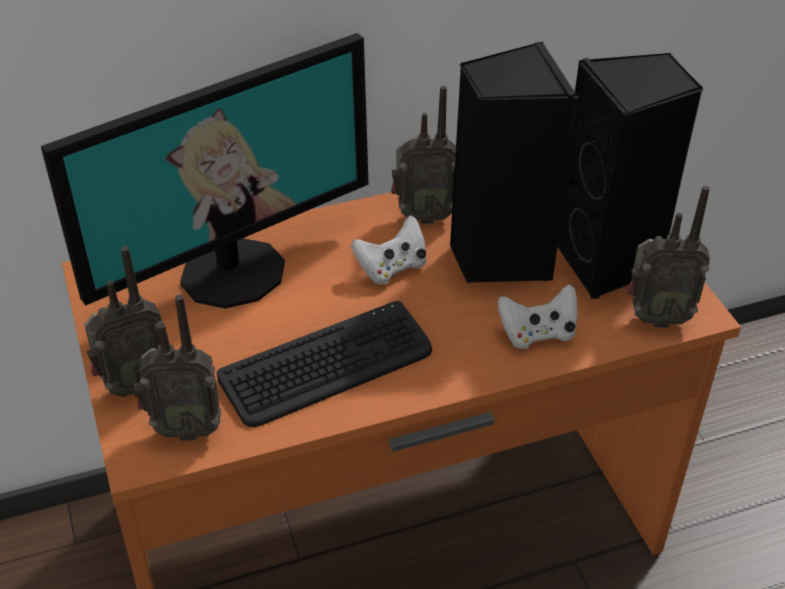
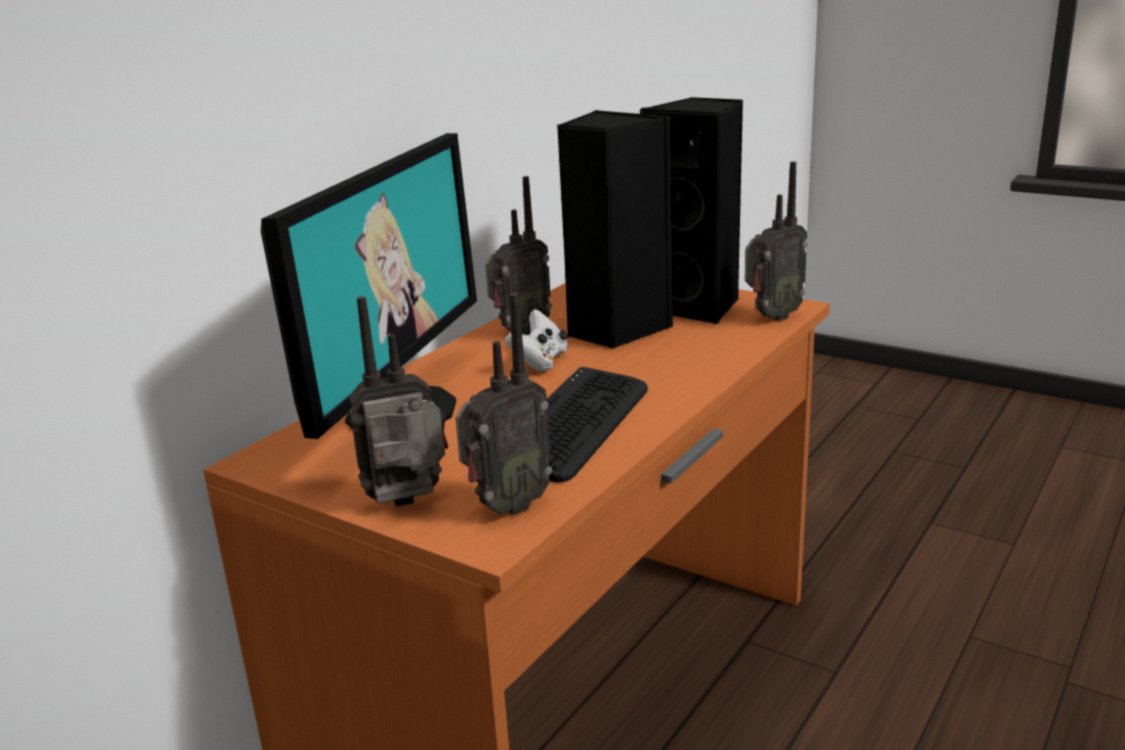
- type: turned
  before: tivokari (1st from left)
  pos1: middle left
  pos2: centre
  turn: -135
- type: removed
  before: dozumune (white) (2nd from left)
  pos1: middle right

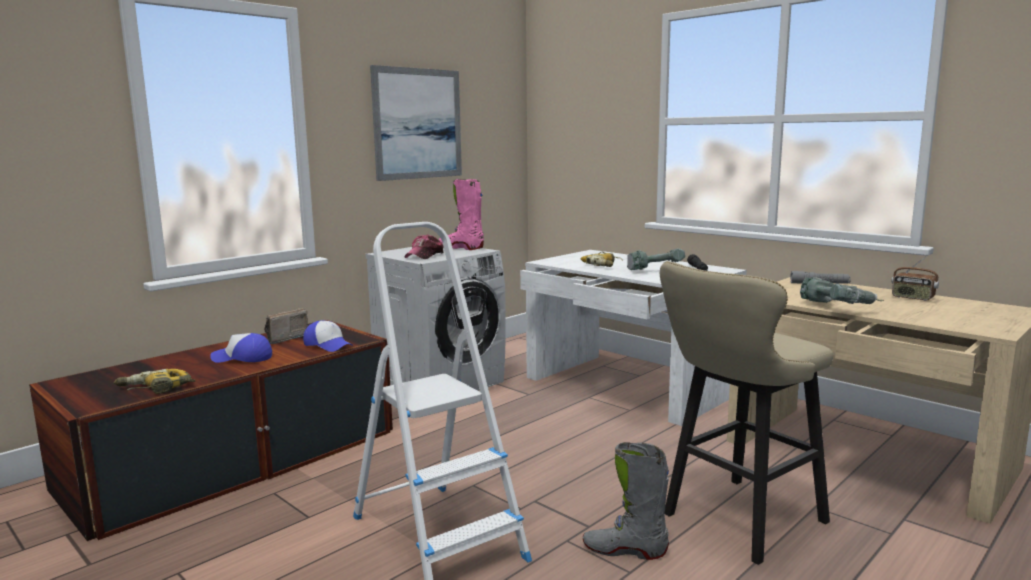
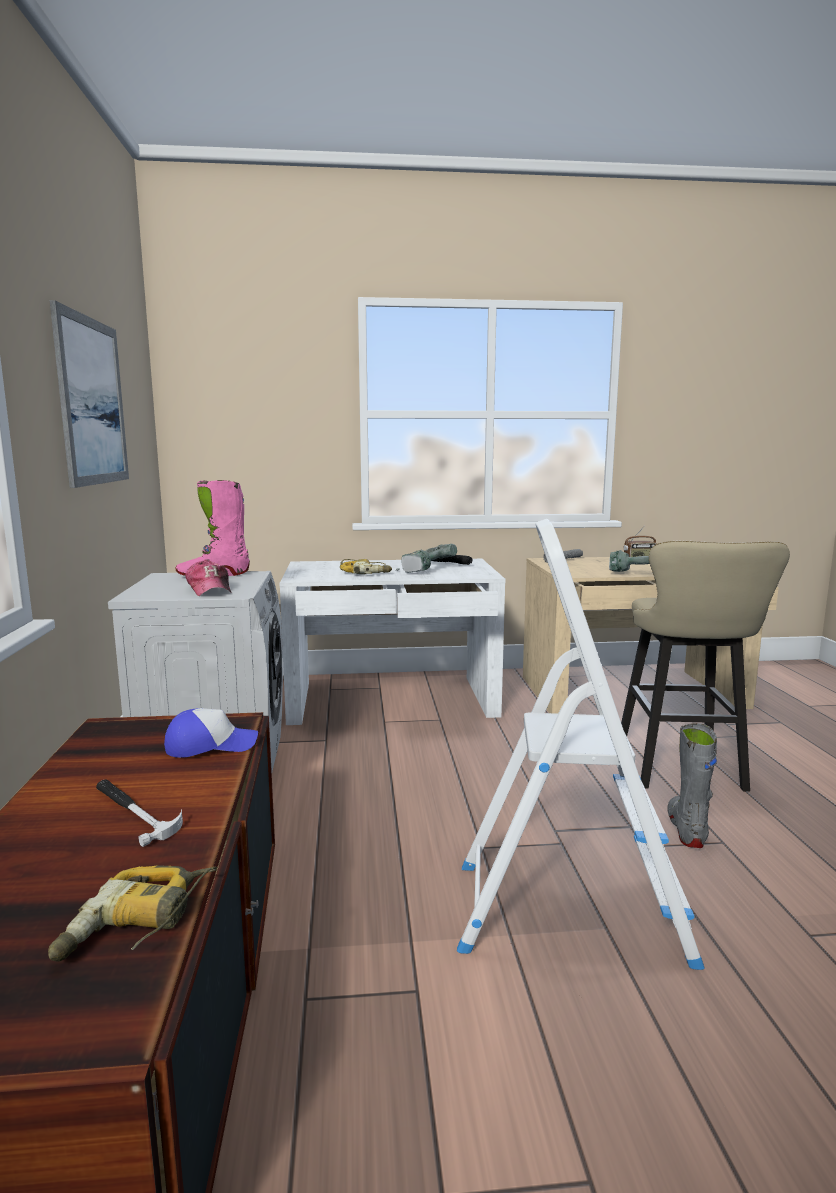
- type: removed
  before: tivokari (1st from left)
  pos1: middle left
- type: replaced
  before: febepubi (1st from left)
  after: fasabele
  pos1: middle left
  pos2: bottom left
- type: turned
  before: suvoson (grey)
  pos1: bottom centre
  pos2: middle right
  turn: 135

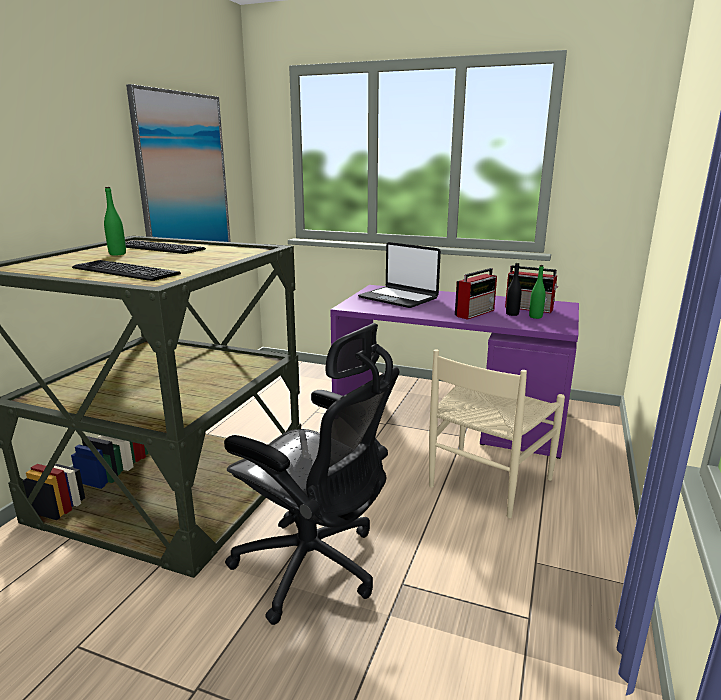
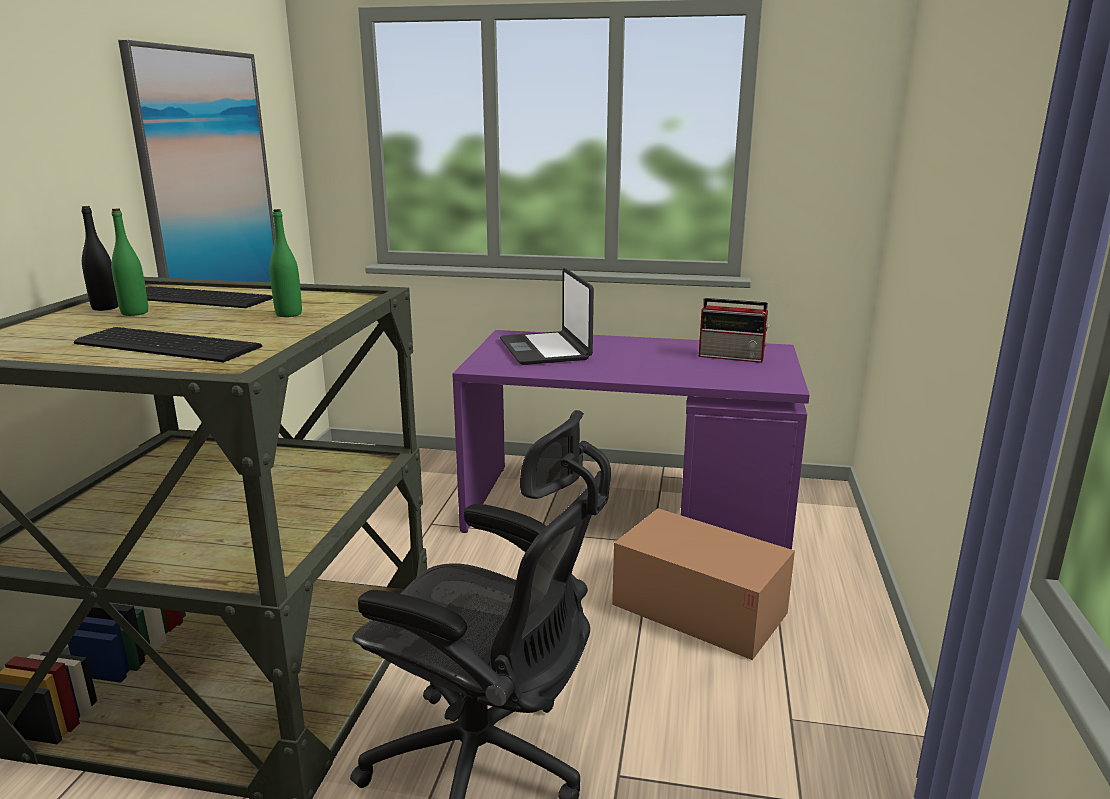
- type: turned
  before: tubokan
  pos1: centre
  pos2: centre
  turn: 45
- type: moved
  before: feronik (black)
  pos1: middle right
  pos2: top left
- type: moved
  before: feronik (green) (2nd from left)
  pos1: middle right
  pos2: top left
- type: removed
  before: tivokari (1st from left)
  pos1: centre
- type: replaced
  before: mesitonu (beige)
  after: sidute
  pos1: middle right
  pos2: bottom centre

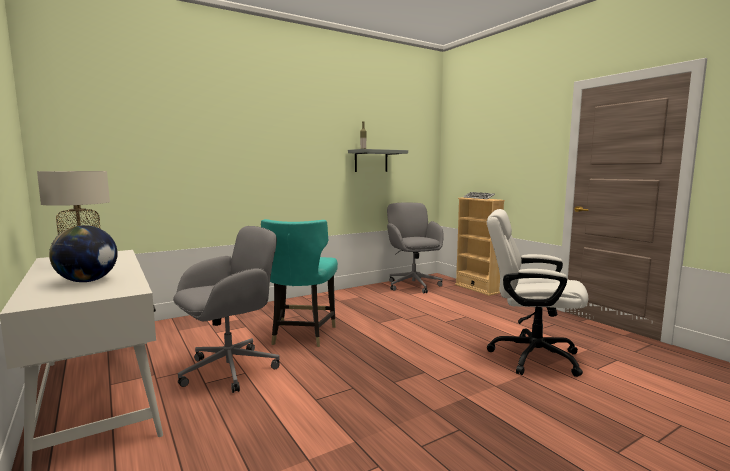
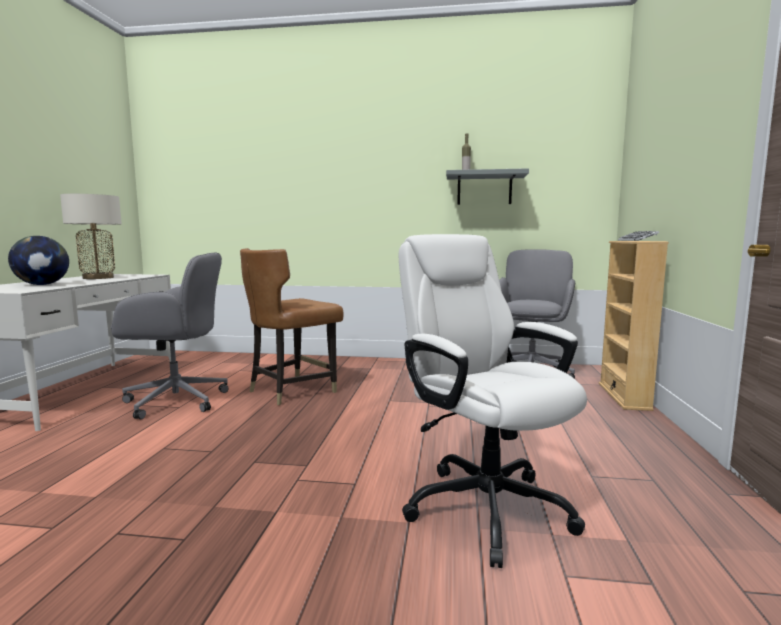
- type: recoloured
  before: mesitonu (turquoise)
  after: mesitonu (brown)
  pos1: centre
  pos2: centre

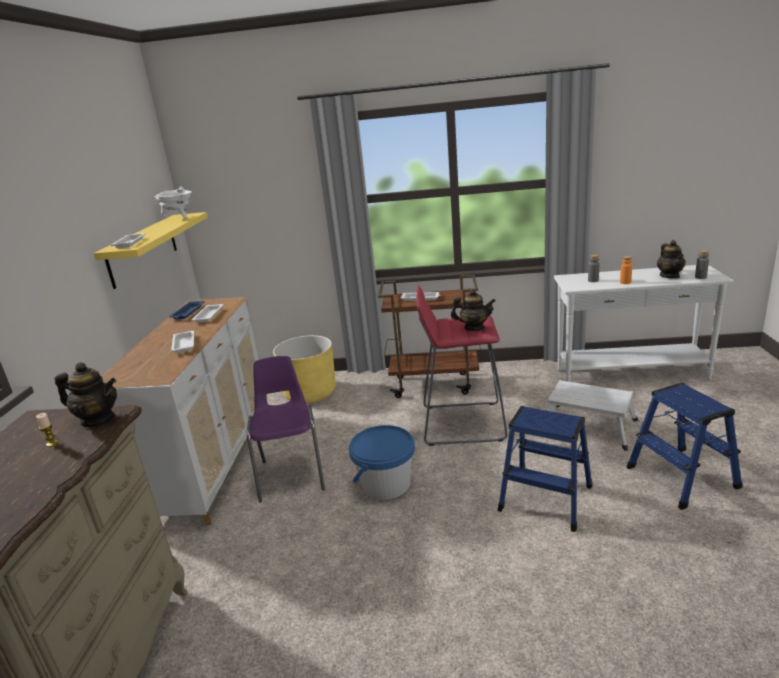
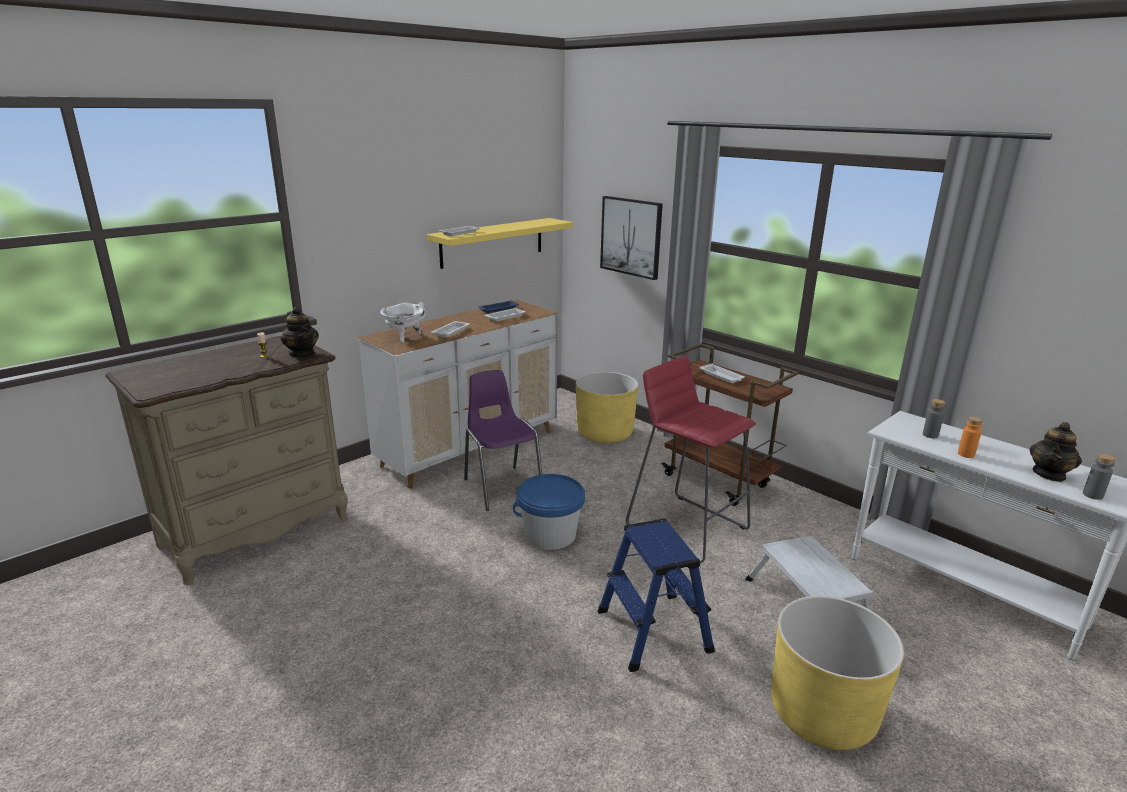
- type: moved
  before: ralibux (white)
  pos1: top left
  pos2: centre
- type: removed
  before: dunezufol (2nd from left)
  pos1: centre
- type: turned
  before: mesitonu (purple)
  pos1: centre
  pos2: centre
  turn: -60
- type: replaced
  before: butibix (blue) (2nd from left)
  after: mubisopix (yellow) (2nd from left)
  pos1: middle right
  pos2: bottom right
- type: added
  after: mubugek
  pos2: top centre

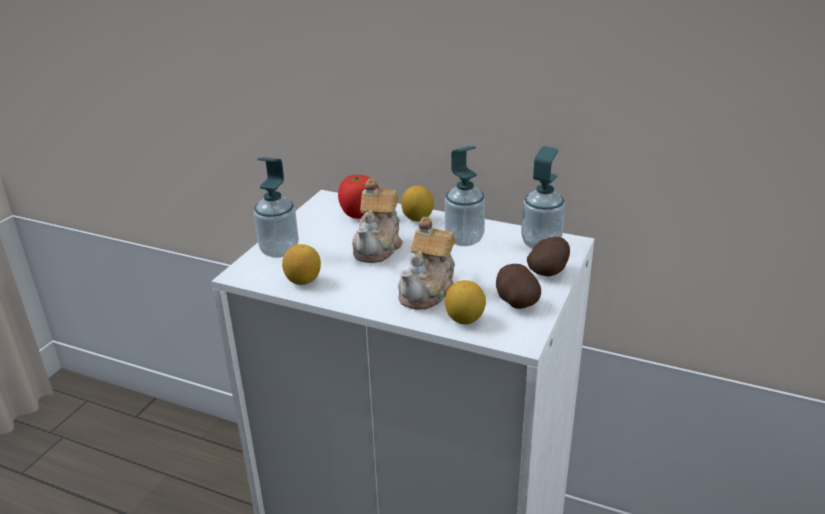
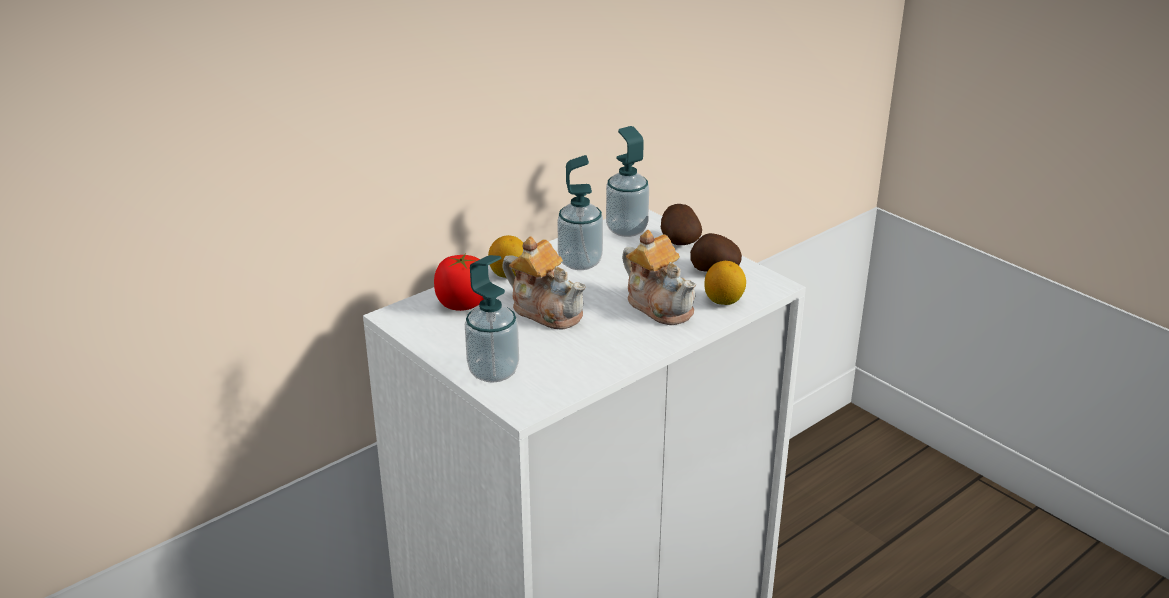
- type: removed
  before: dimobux (1st from left)
  pos1: centre

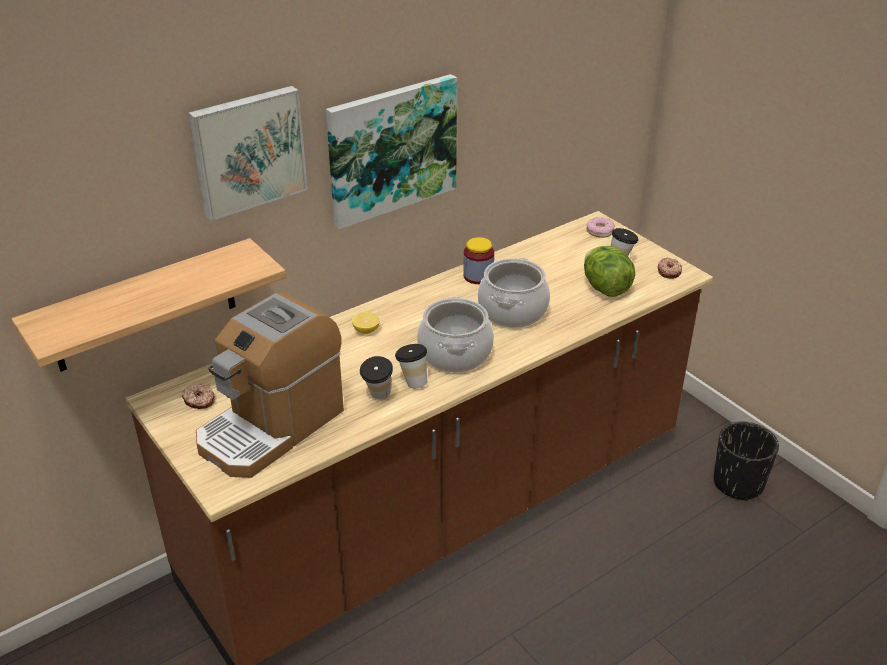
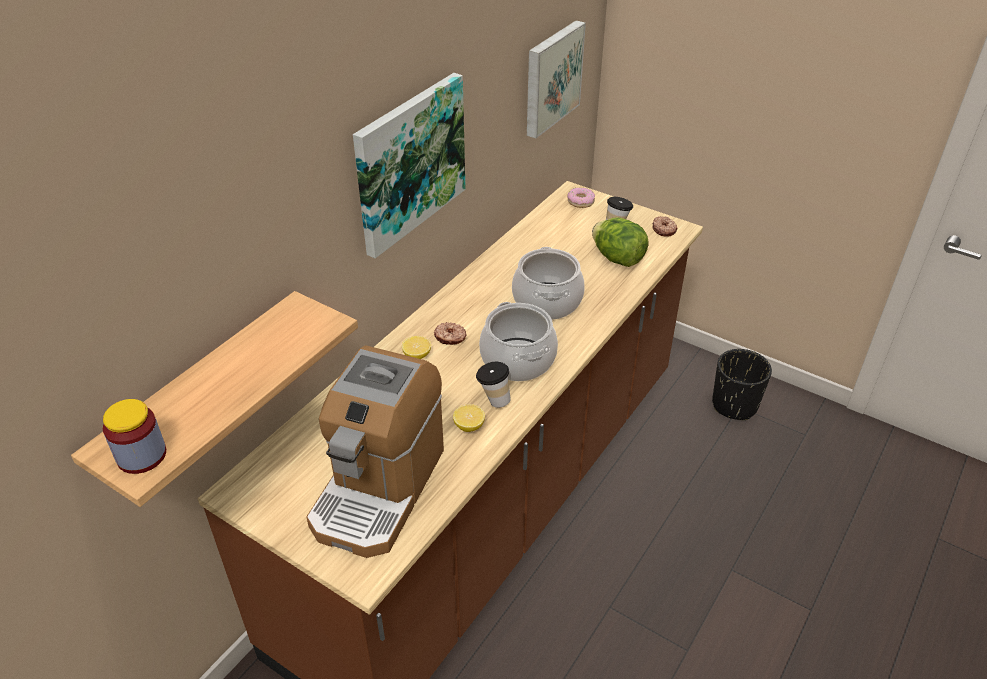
- type: moved
  before: mubugek (1st from left in the first image)
  after: mubugek (2nd from left)
  pos1: top left
  pos2: top centre
- type: moved
  before: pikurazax
  pos1: centre
  pos2: middle left
- type: replaced
  before: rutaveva (1st from left)
  after: dimobux (2nd from left)
  pos1: centre
  pos2: centre
- type: moved
  before: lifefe (1st from left)
  pos1: middle left
  pos2: centre

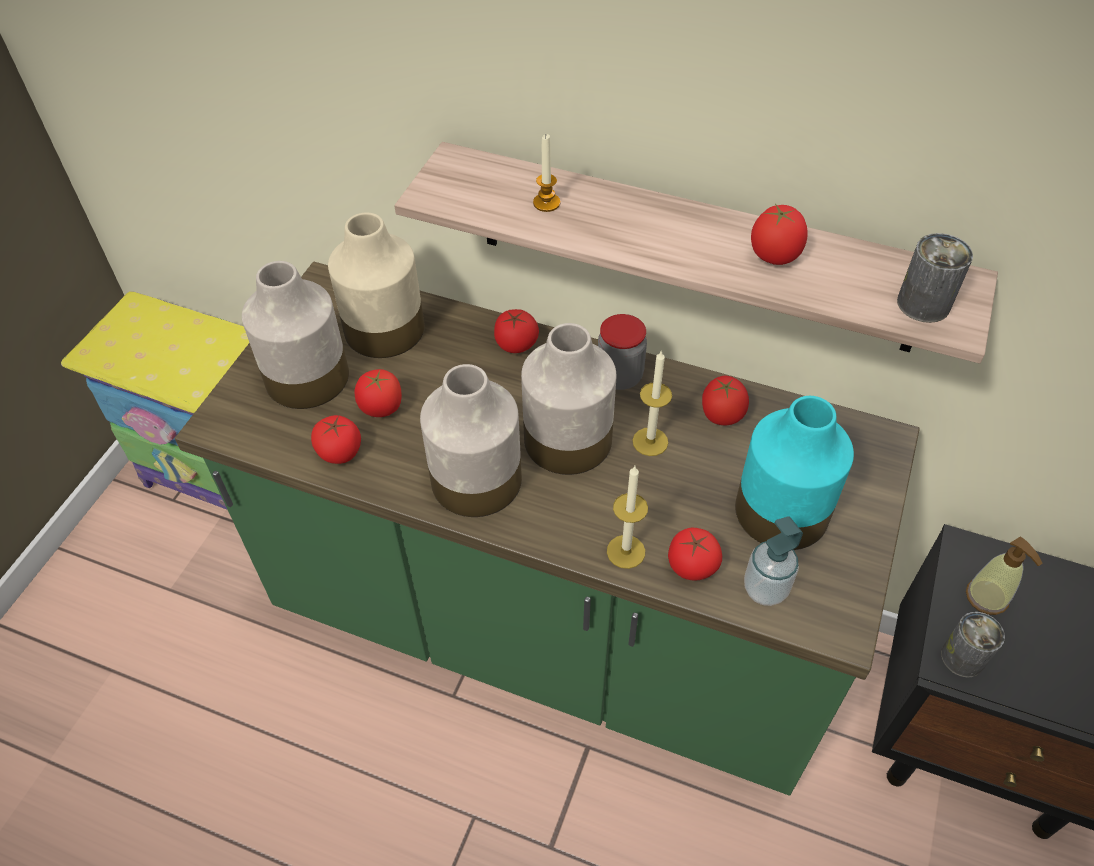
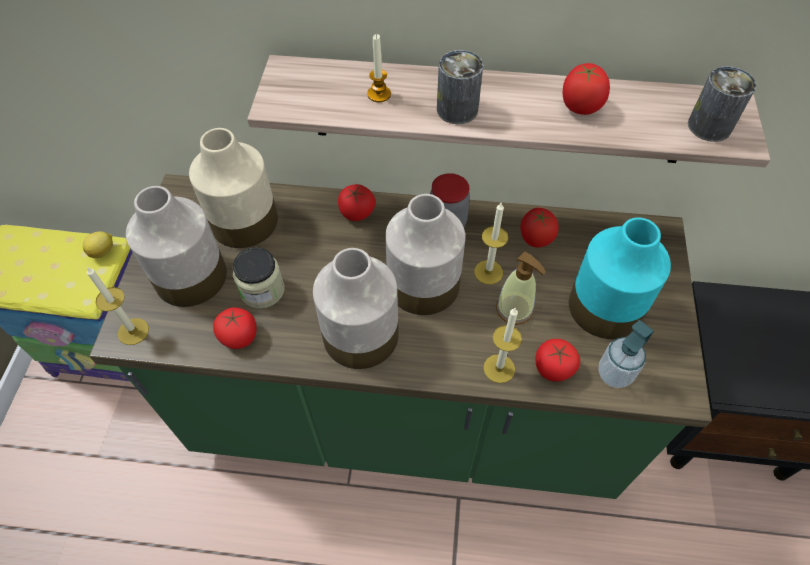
- type: replaced
  before: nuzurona (2nd from left)
  after: pikurazax (1st from left)
  pos1: centre
  pos2: middle left
- type: moved
  before: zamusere (2nd from left in the first image)
  after: zamusere (1st from left)
  pos1: middle right
  pos2: centre
- type: moved
  before: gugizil (2nd from left in the first image)
  after: gugizil (1st from left)
  pos1: bottom right
  pos2: top centre
- type: added
  after: dimobux
  pos2: middle left
- type: added
  after: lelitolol (1st from left)
  pos2: middle left

